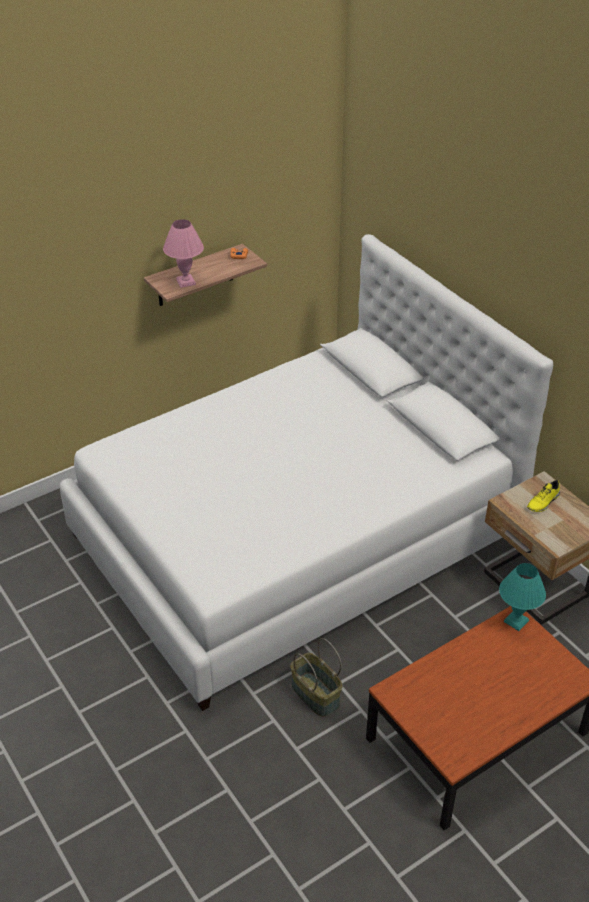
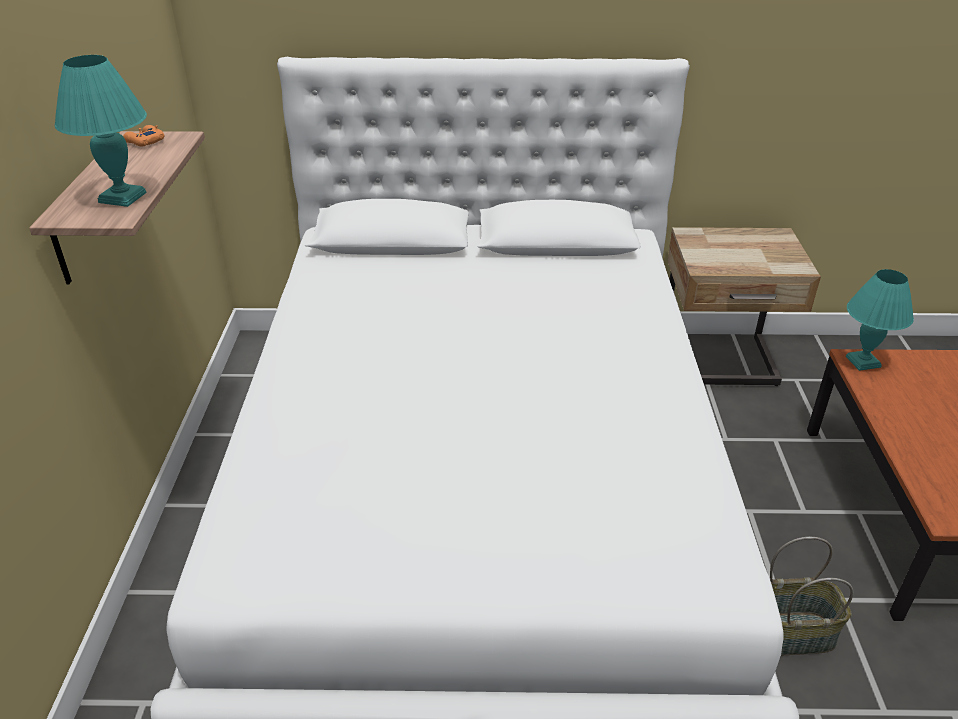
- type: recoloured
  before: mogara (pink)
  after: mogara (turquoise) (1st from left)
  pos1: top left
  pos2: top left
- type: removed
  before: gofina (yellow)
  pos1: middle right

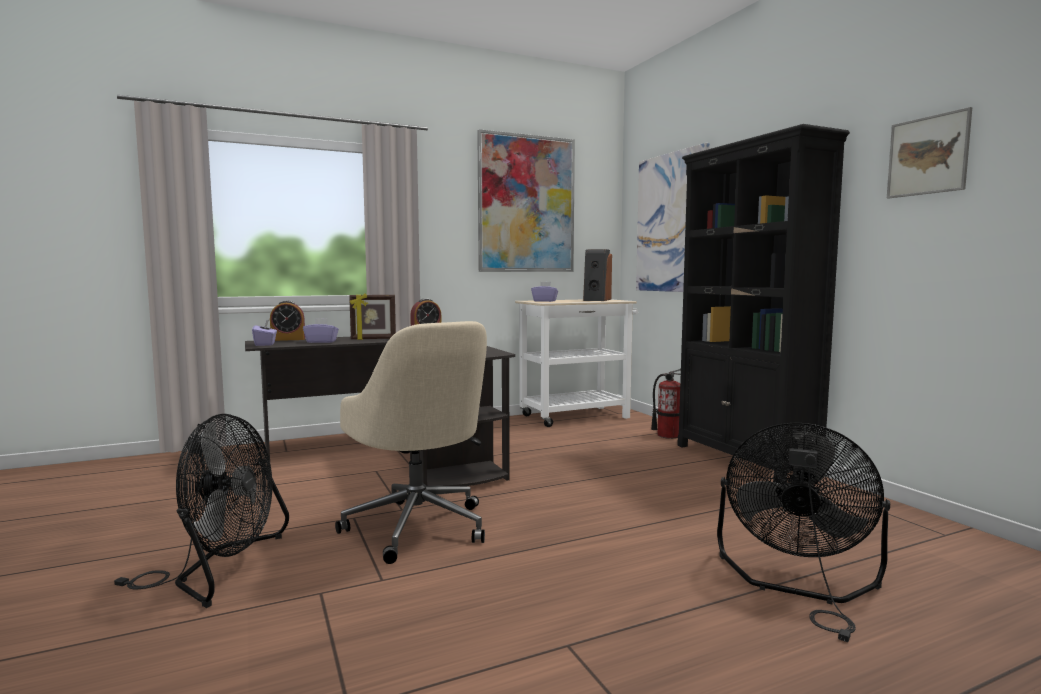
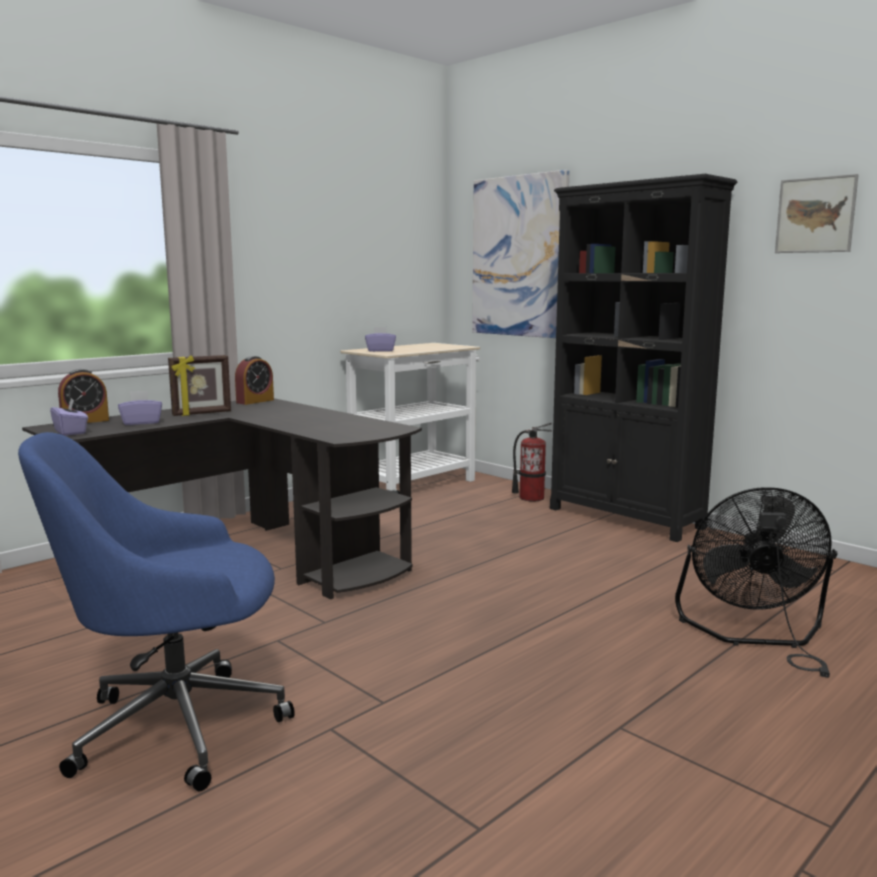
- type: removed
  before: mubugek (1st from left)
  pos1: top centre
- type: removed
  before: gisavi
  pos1: centre
- type: removed
  before: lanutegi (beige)
  pos1: centre
- type: replaced
  before: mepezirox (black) (1st from left)
  after: lanutegi (blue)
  pos1: bottom left
  pos2: bottom left

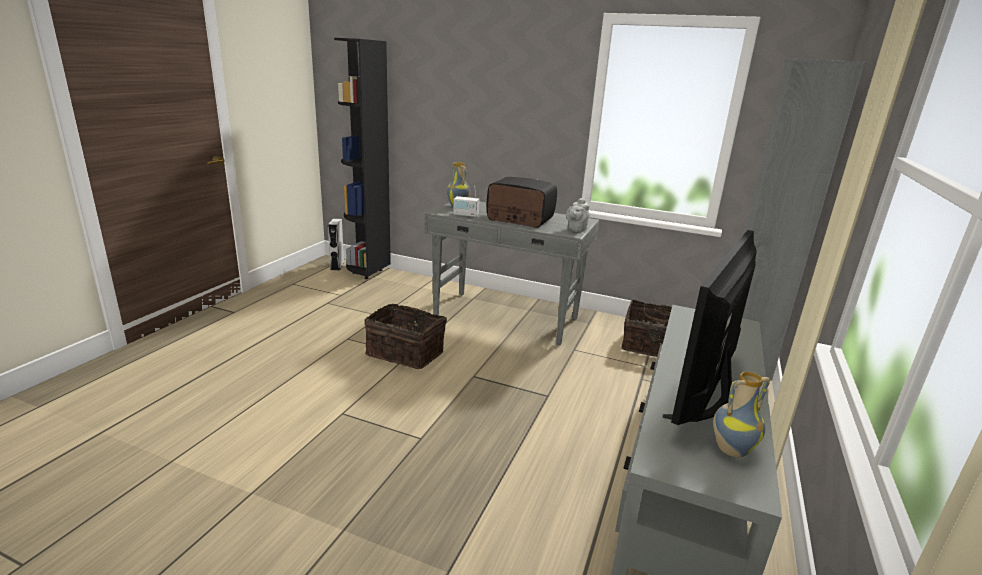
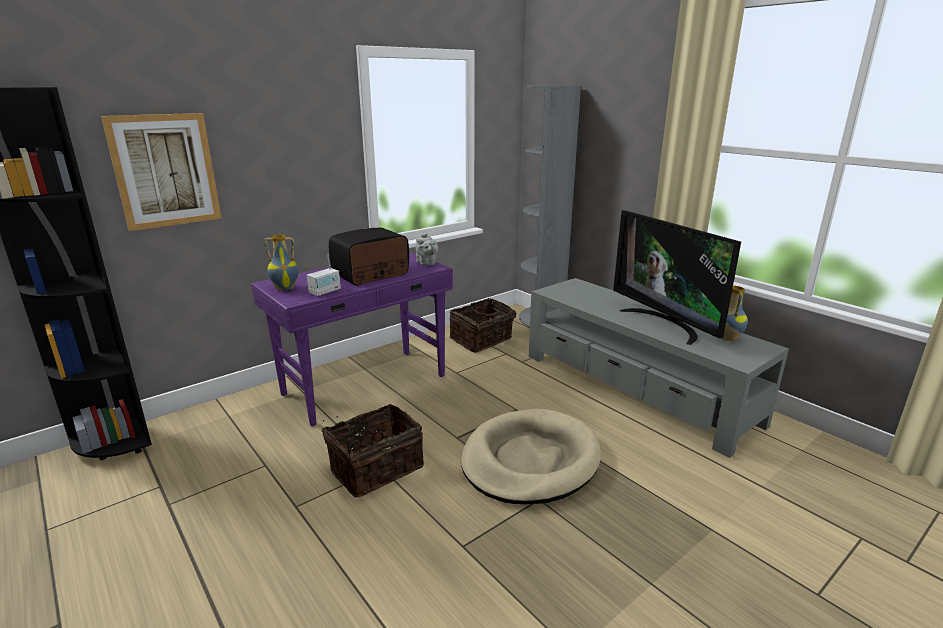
- type: recoloured
  before: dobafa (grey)
  after: dobafa (purple)
  pos1: centre
  pos2: centre
- type: removed
  before: gisavi (grey)
  pos1: centre
- type: added
  after: mubugek
  pos2: top left
- type: added
  after: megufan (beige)
  pos2: bottom centre

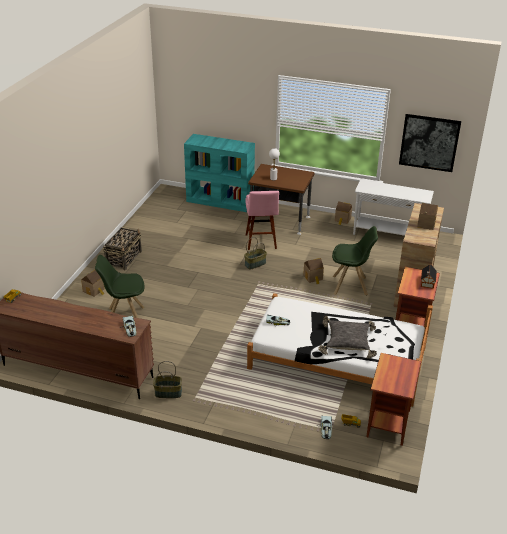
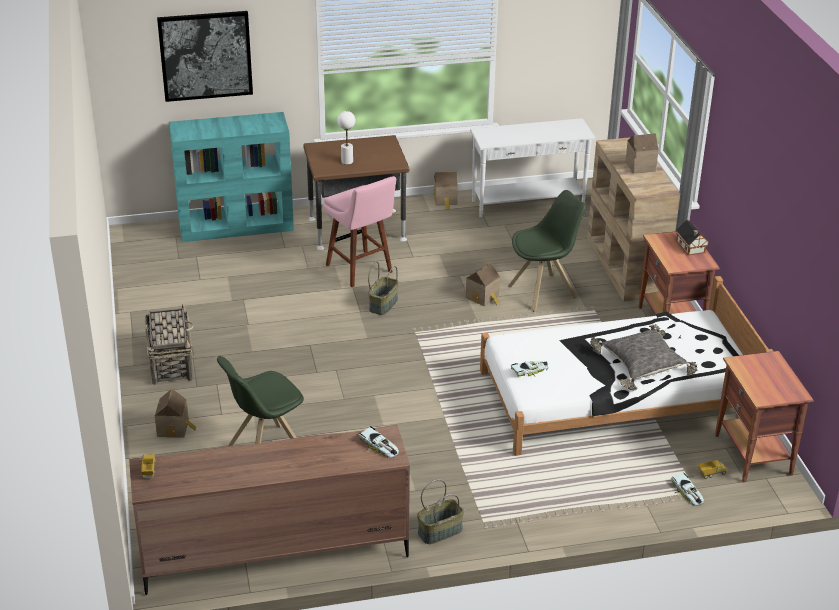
- type: moved
  before: mubugek
  pos1: top right
  pos2: top left

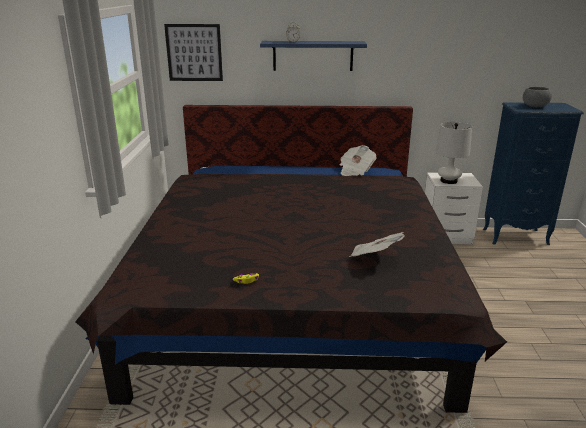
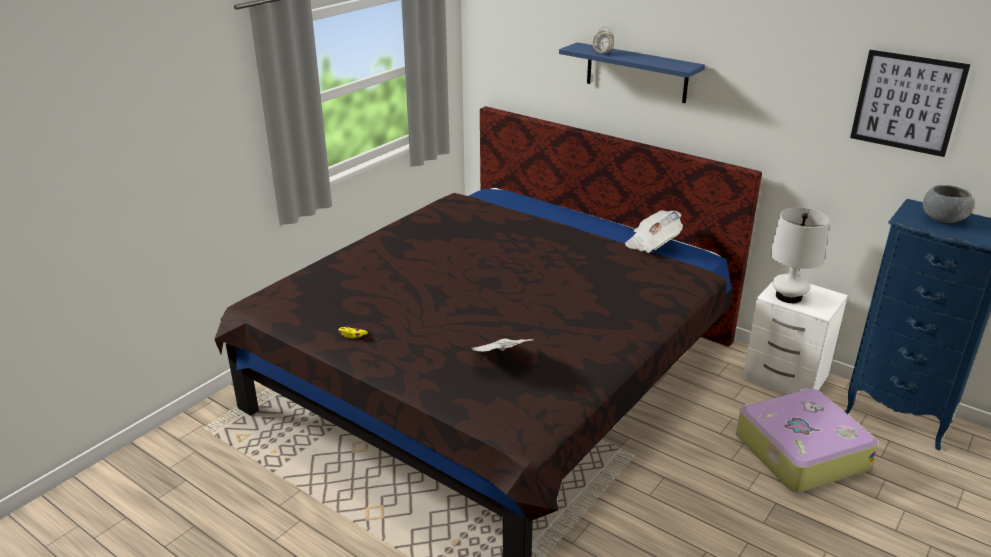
- type: moved
  before: mubugek
  pos1: top left
  pos2: top right
- type: added
  after: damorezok
  pos2: bottom right

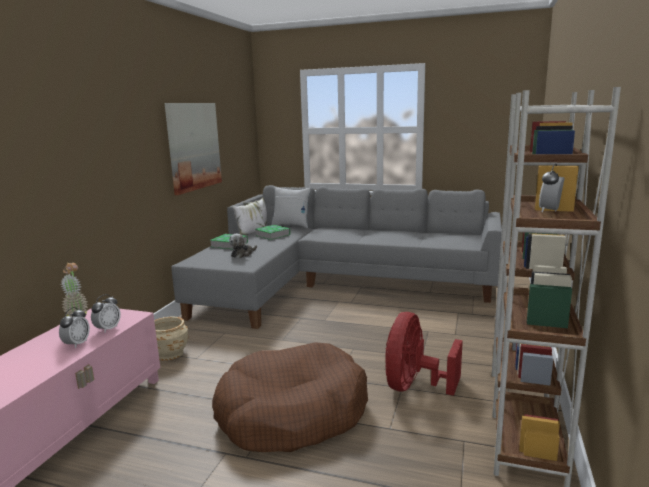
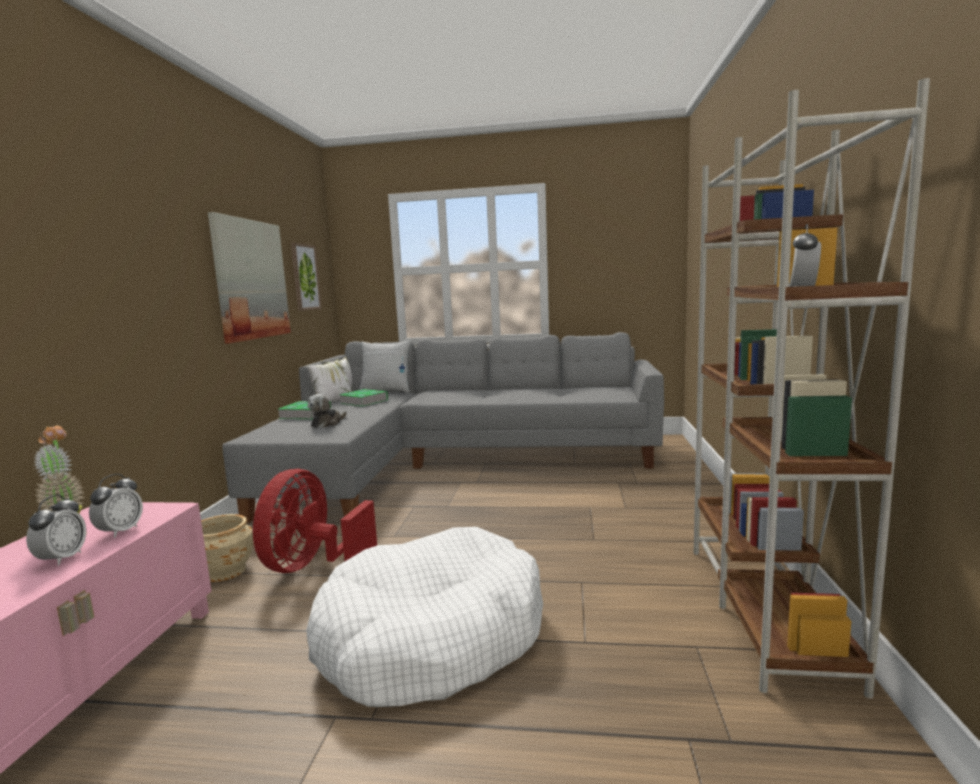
- type: moved
  before: mepezirox (red)
  pos1: bottom centre
  pos2: middle left
- type: recoloured
  before: megufan (brown)
  after: megufan (white)
  pos1: bottom centre
  pos2: bottom centre
- type: added
  after: mubugek (2nd from left)
  pos2: middle left

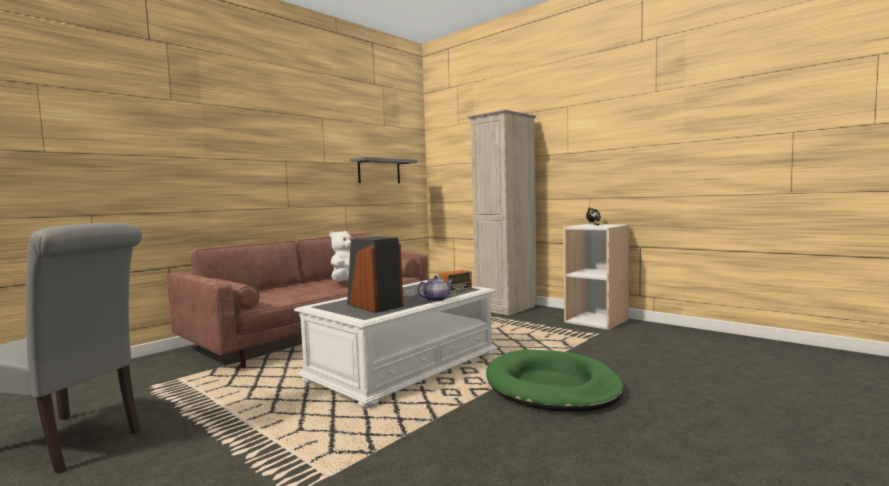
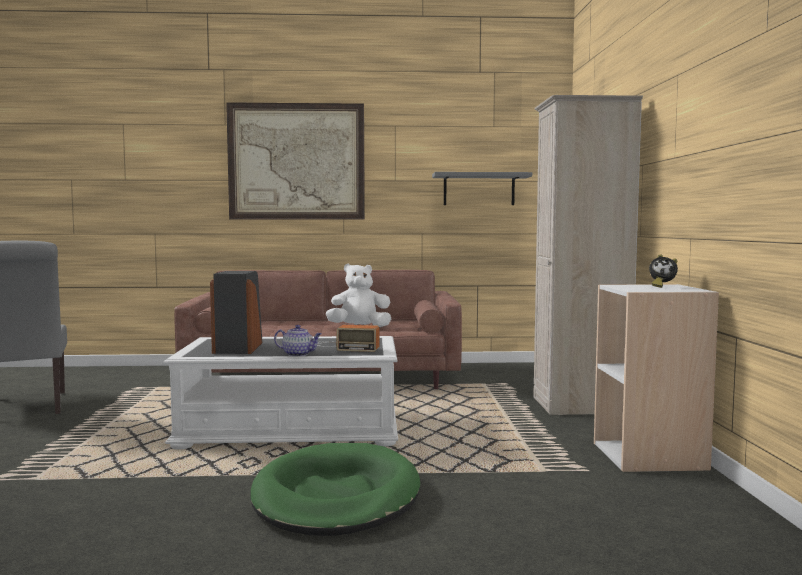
- type: added
  after: mubugek
  pos2: top centre

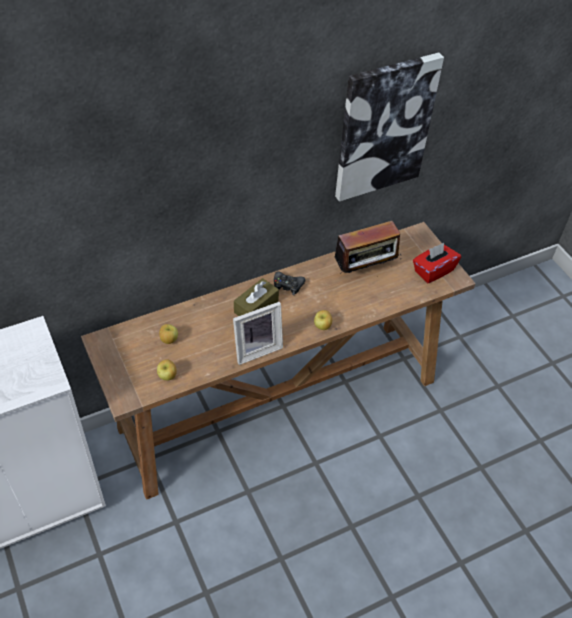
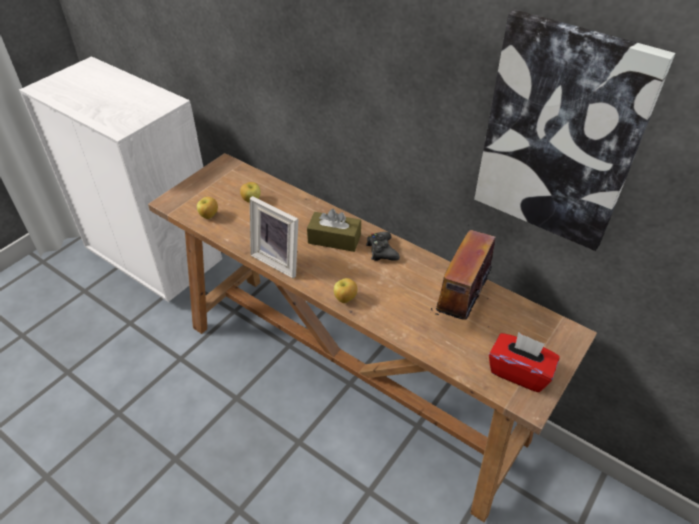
- type: turned
  before: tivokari
  pos1: centre
  pos2: centre
  turn: 75

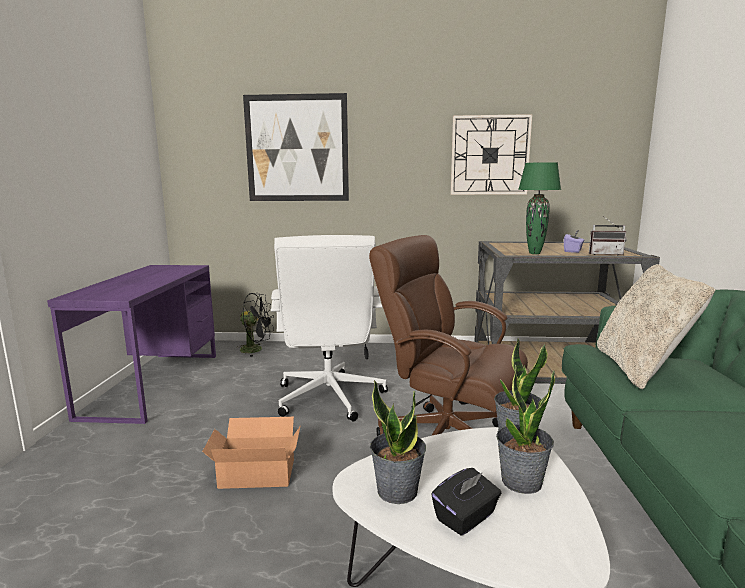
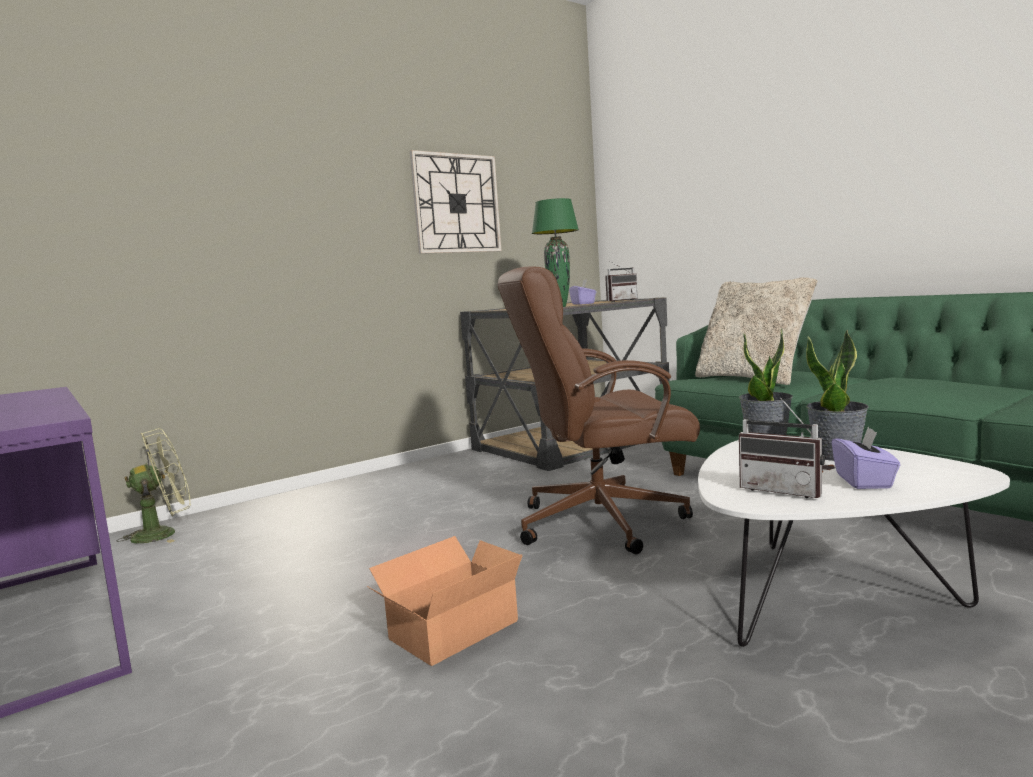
- type: removed
  before: mubugek
  pos1: top centre
- type: removed
  before: lanutegi (white)
  pos1: centre
- type: recoloured
  before: mepezirox (black)
  after: mepezirox (green)
  pos1: centre
  pos2: middle left
- type: replaced
  before: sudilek (1st from left)
  after: tivokari (2nd from left)
  pos1: bottom centre
  pos2: middle right
- type: recoloured
  before: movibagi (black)
  after: movibagi (purple) (2nd from left)
  pos1: bottom centre
  pos2: middle right

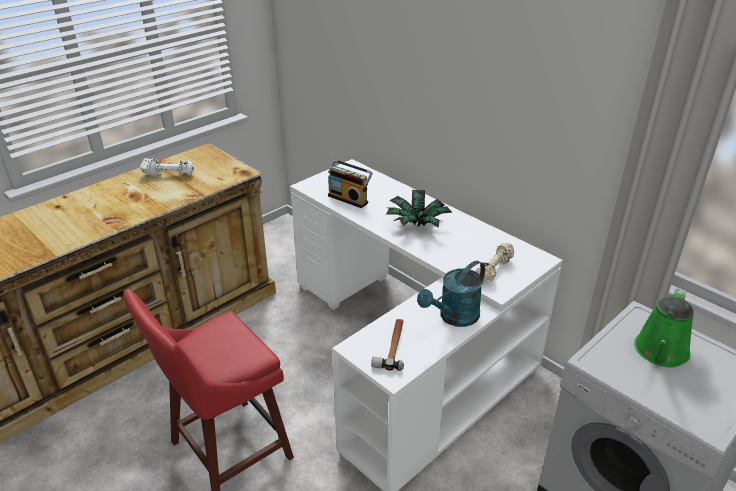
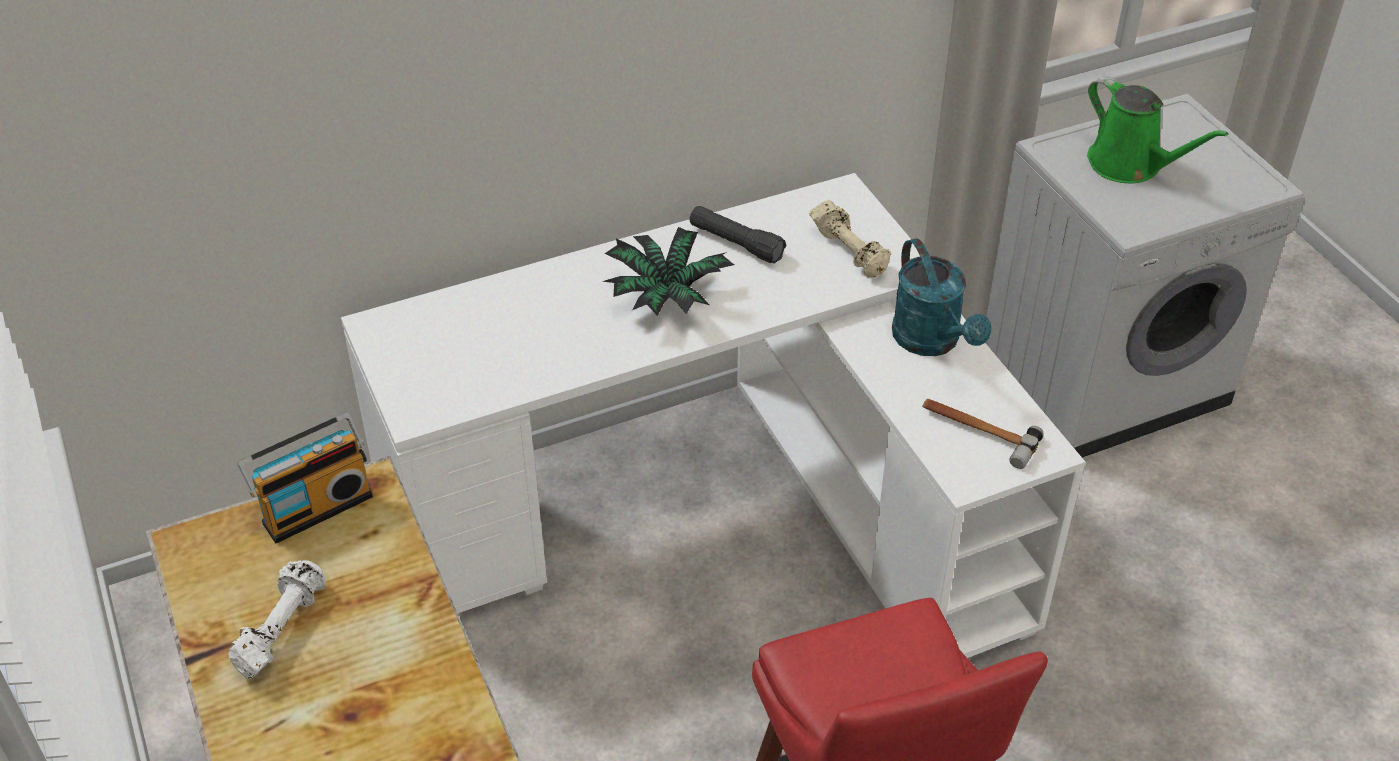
- type: moved
  before: tivokari
  pos1: centre
  pos2: middle left
- type: added
  after: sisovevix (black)
  pos2: top centre

